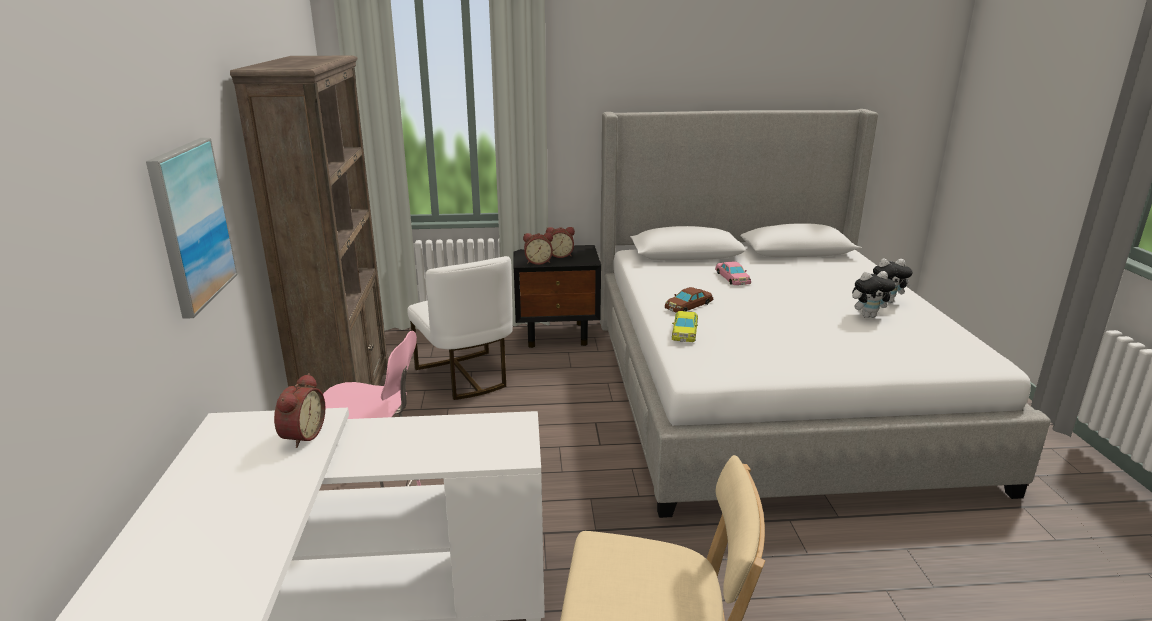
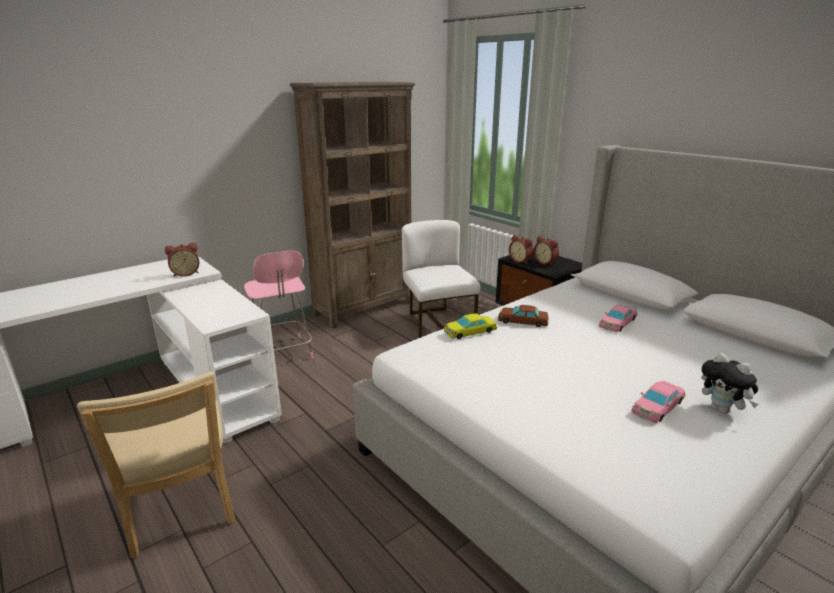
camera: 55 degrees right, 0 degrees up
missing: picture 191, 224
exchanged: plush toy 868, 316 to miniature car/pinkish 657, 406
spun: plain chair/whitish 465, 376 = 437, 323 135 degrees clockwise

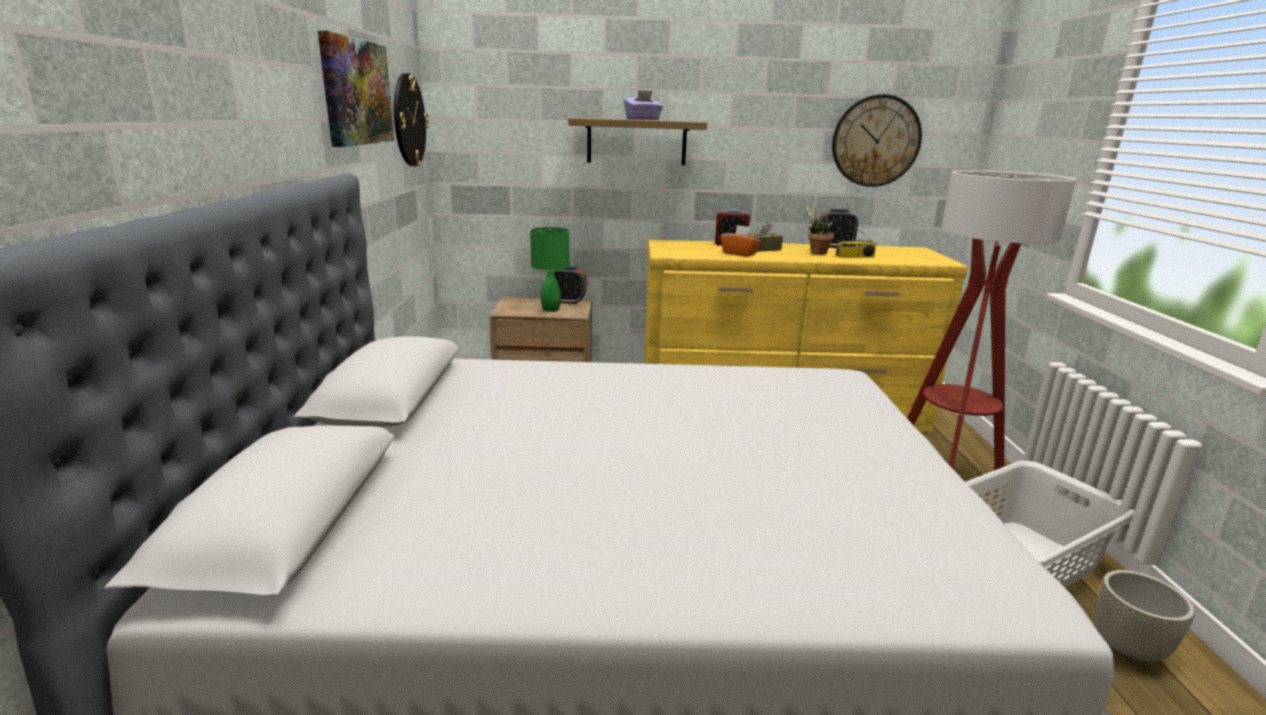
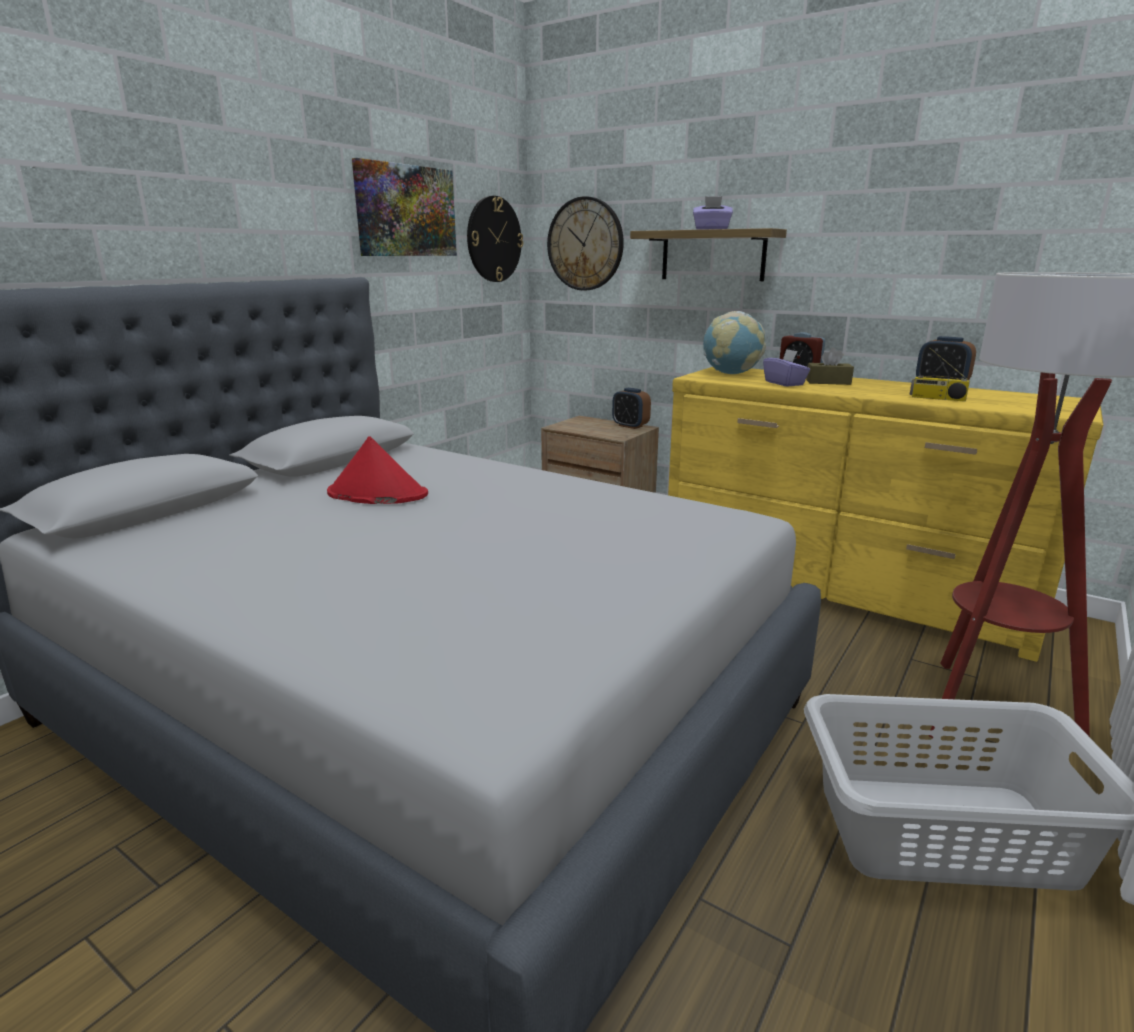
camera: 35 degrees right, 0 degrees up
missing: tabletop lamp/green 551, 309; plant in a pot 816, 252; flower pot/gray 1126, 648
appeared: clothing hat/red-coloured 377, 494; globe 731, 374
relocated: hanging clock 875, 141 to 585, 244
colour: tissue holder/orange-coloured 739, 253 to tissue holder/purplish 784, 383

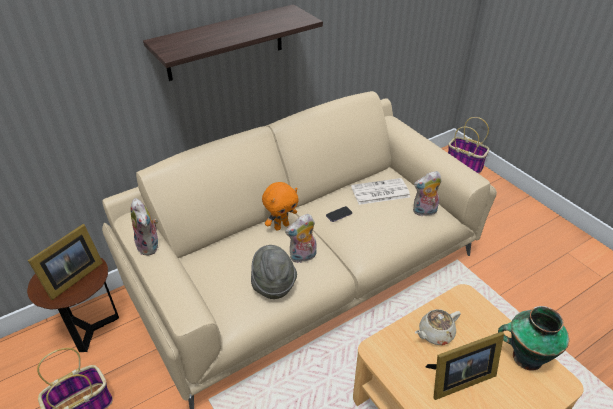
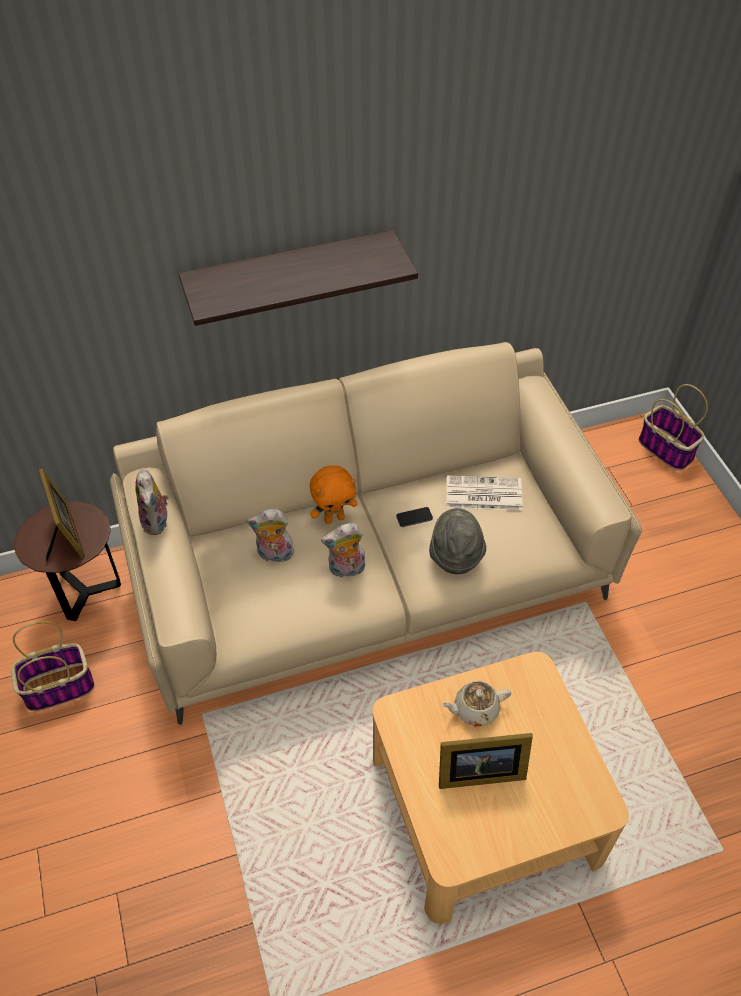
camera: 15 degrees right, 10 degrees up
missing: flower vase 525, 357
relocated: clothing hat/gray 273, 284 to 455, 555; plush toy 424, 212 to 274, 555
spun: photo frame 71, 278 = 65, 535 75 degrees counterclockwise

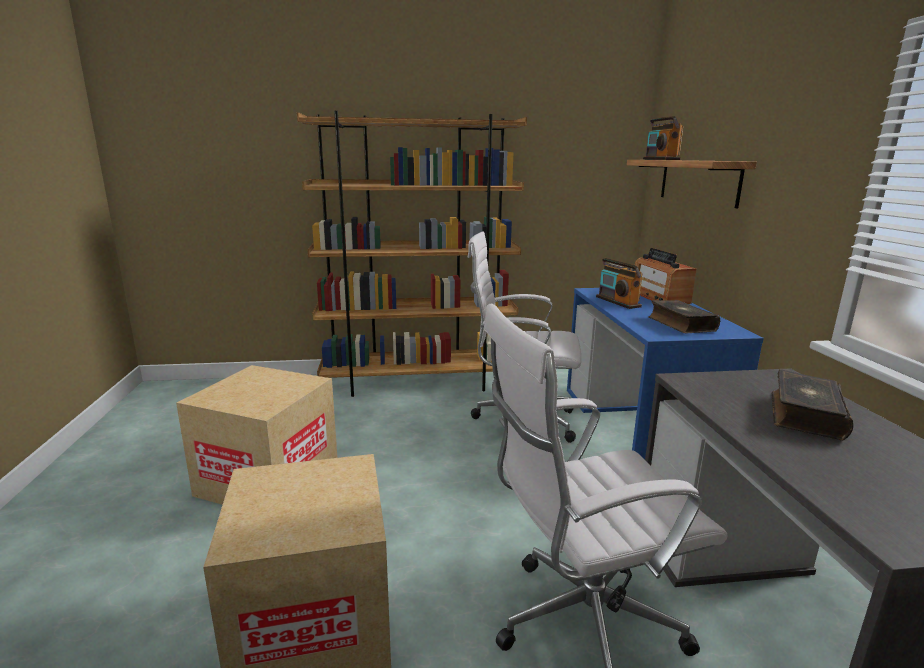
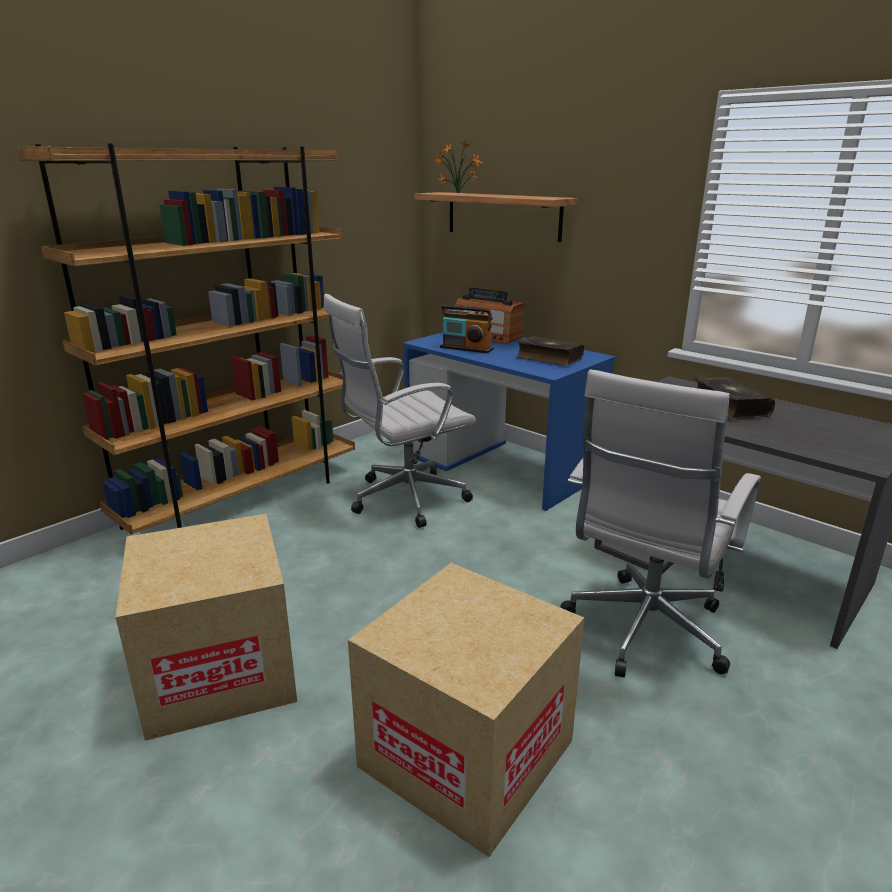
camera: 40 degrees left, 5 degrees up
exchanged: radio 660, 159 to plant in a pot 458, 194

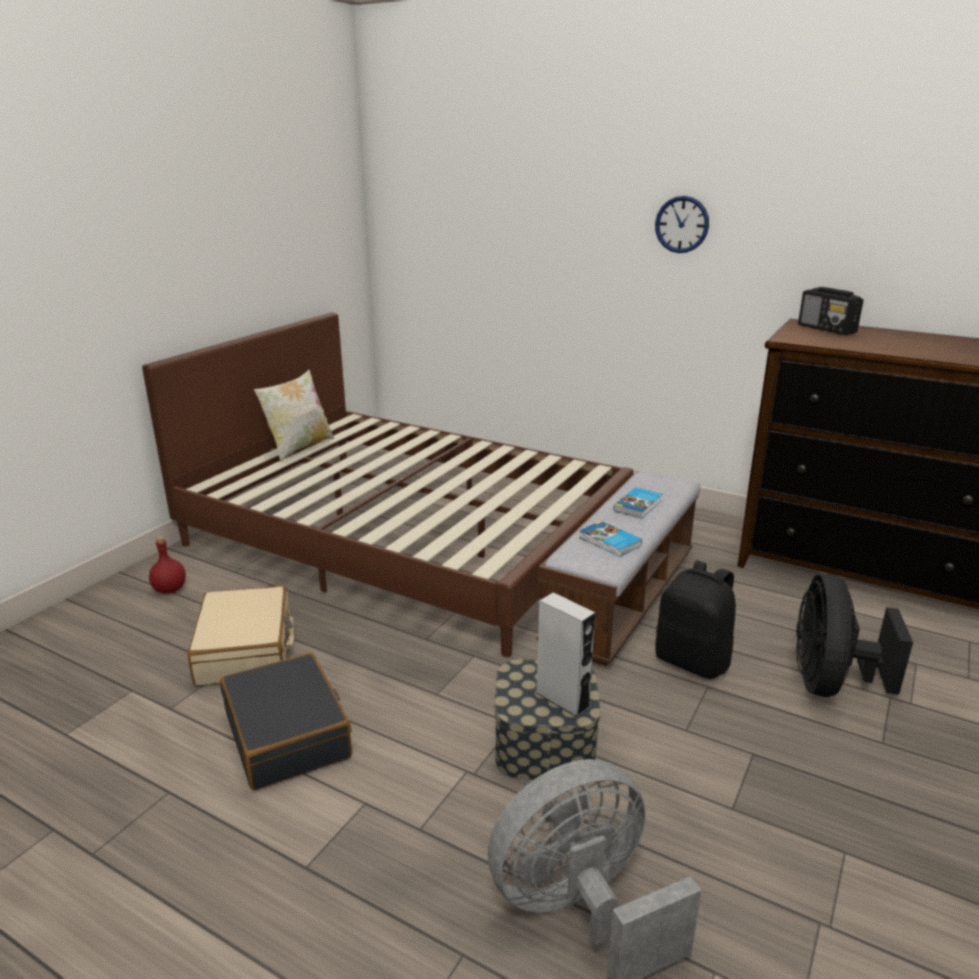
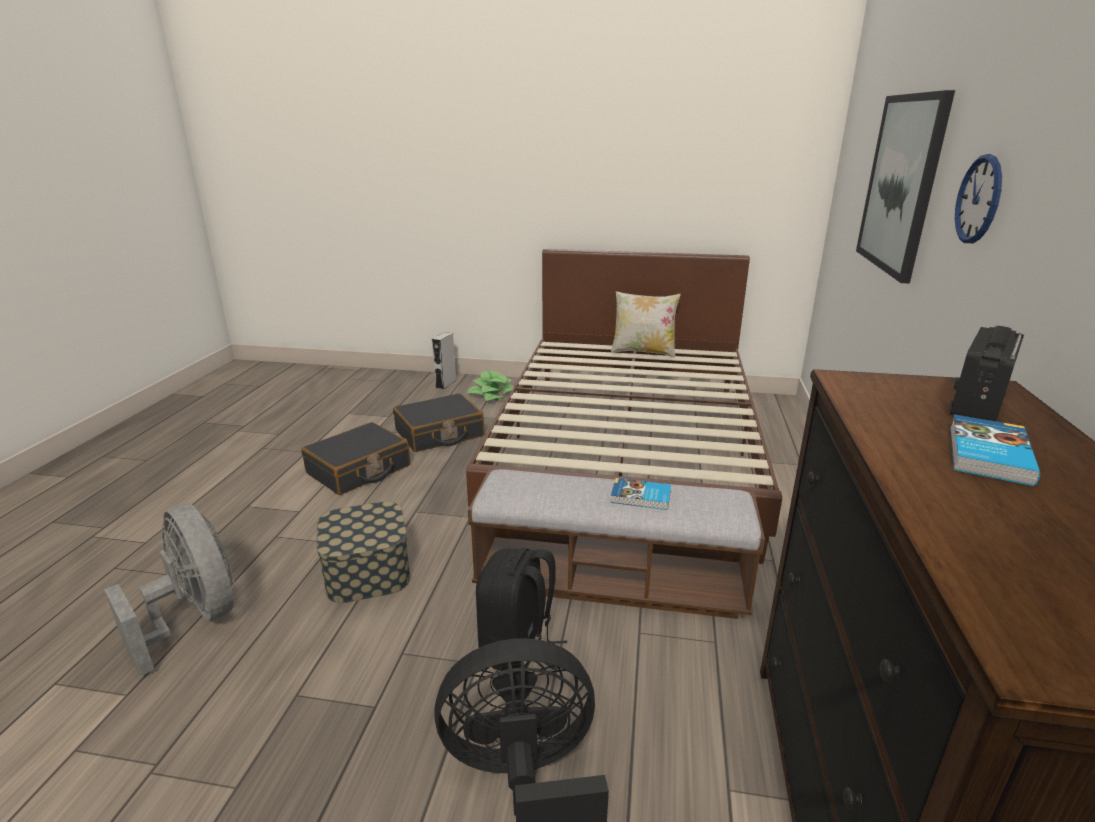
camera: 70 degrees right, 0 degrees up
appeared: picture 901, 184
relocated: loudspeaker/gray 562, 699 to 445, 384; volume 609, 542 to 986, 454
exchanged: drink bottle/red-coloured 170, 590 to plant in a pot 492, 394
colour: travel case/beige-coloured 246, 649 to travel case/black 439, 434

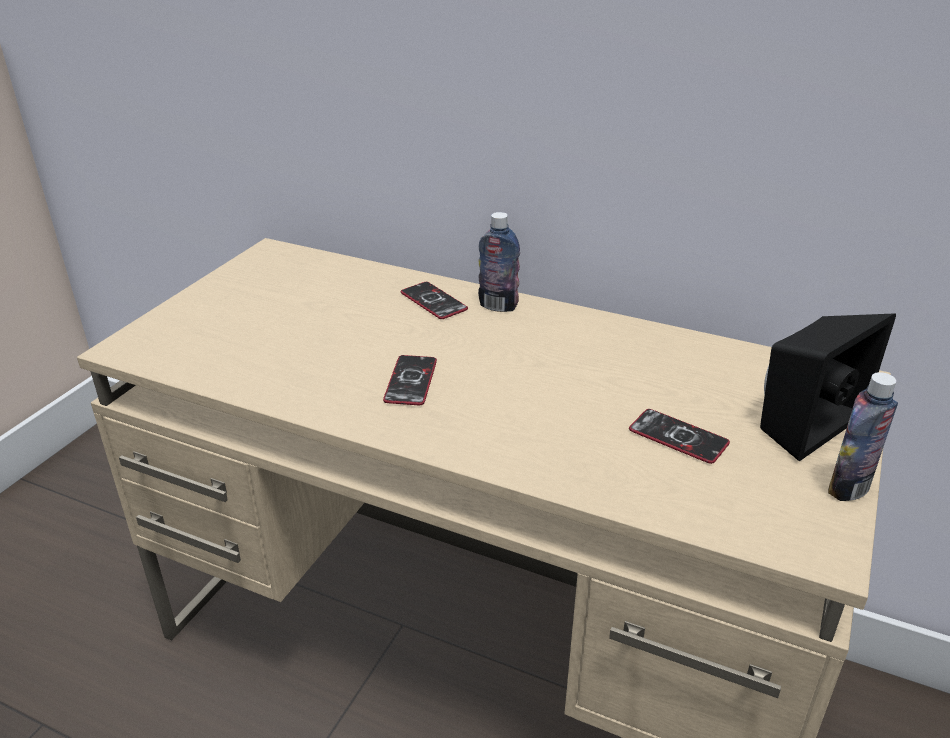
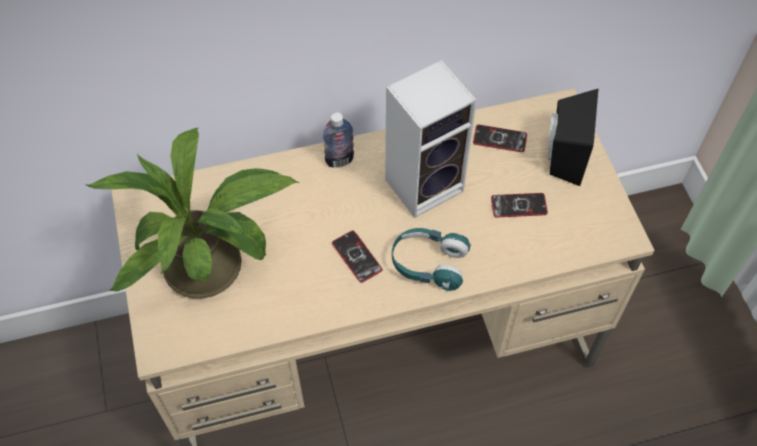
camera: 40 degrees left, 25 degrees up
missing: drink bottle 848, 488
appeared: plant in a pot 214, 268; loudspeaker 425, 183; headset/blue-green 428, 263
relocated: phone 433, 301 to 499, 139

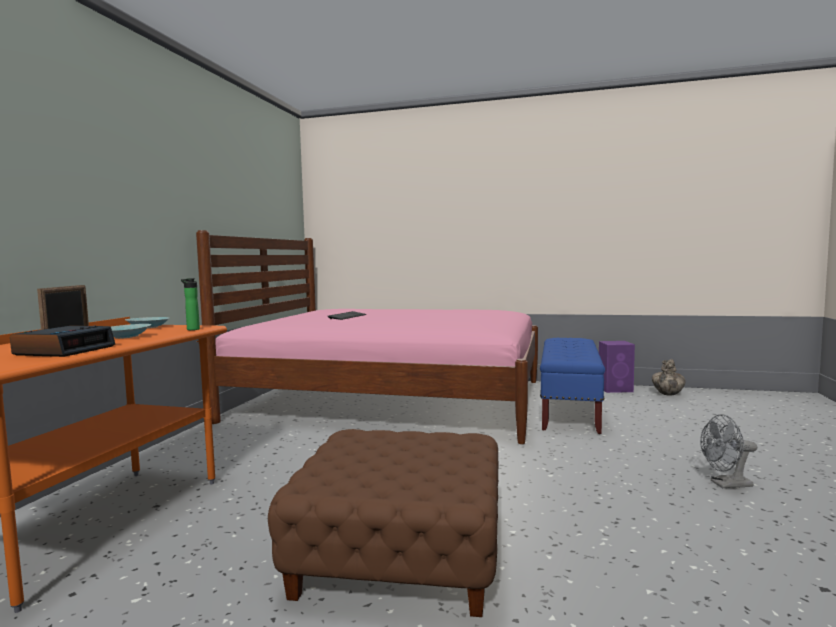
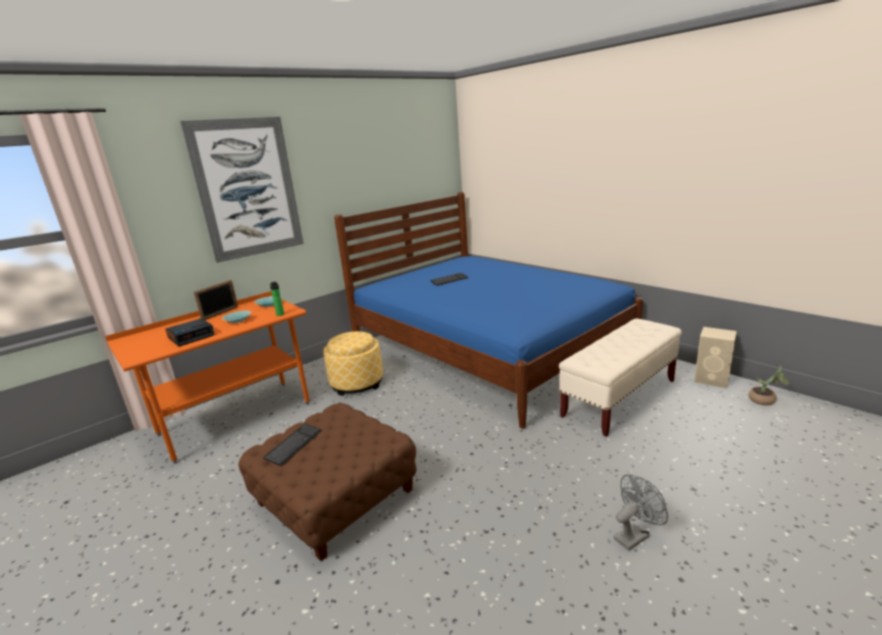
camera: 35 degrees right, 15 degrees up
appeared: picture 247, 189; computer keyboard 294, 445; footrest 357, 383
exchanged: flower vase 668, 394 to plant in a pot 765, 401
colour: sleeping bed/pinkish 392, 401 to sleeping bed/bluish 487, 350; long seat/bluish 569, 410 to long seat/beige-coloured 619, 398; loudspeaker/purplish 616, 389 to loudspeaker/beige-coloured 712, 380
spun: cooling fan/gray 726, 484 = 635, 535 120 degrees clockwise

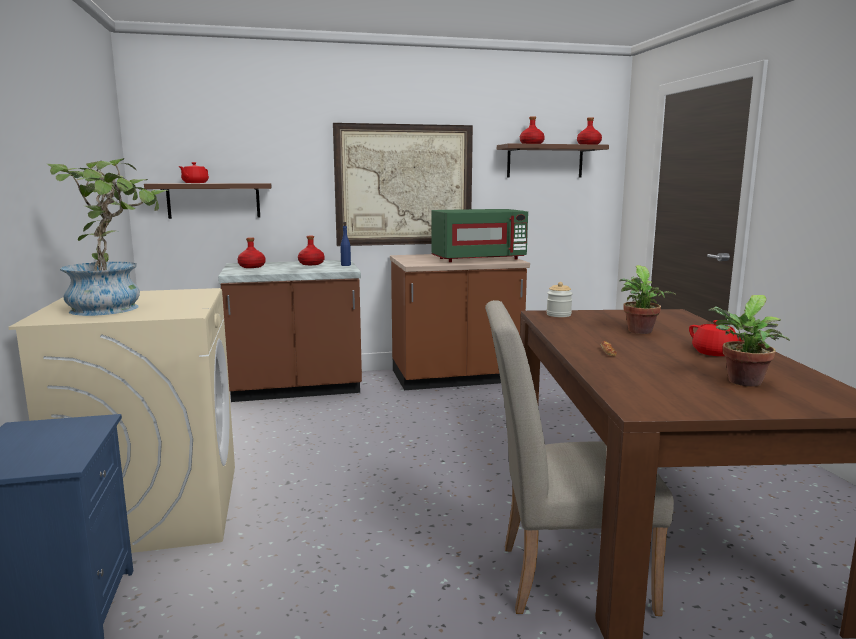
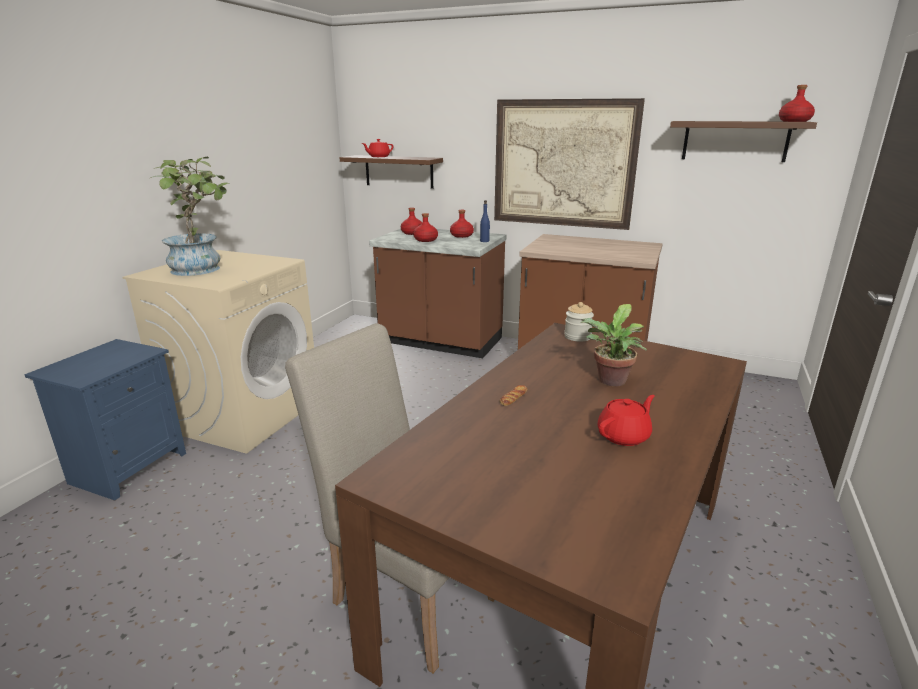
camera: 35 degrees right, 10 degrees up
missing: microwave oven/green 478, 259; plant in a pot 742, 382
relocated: drink bottle/red-coloured 532, 144 to 426, 240
spun: tea pot/red-coloured 715, 353 = 624, 436 135 degrees counterclockwise

